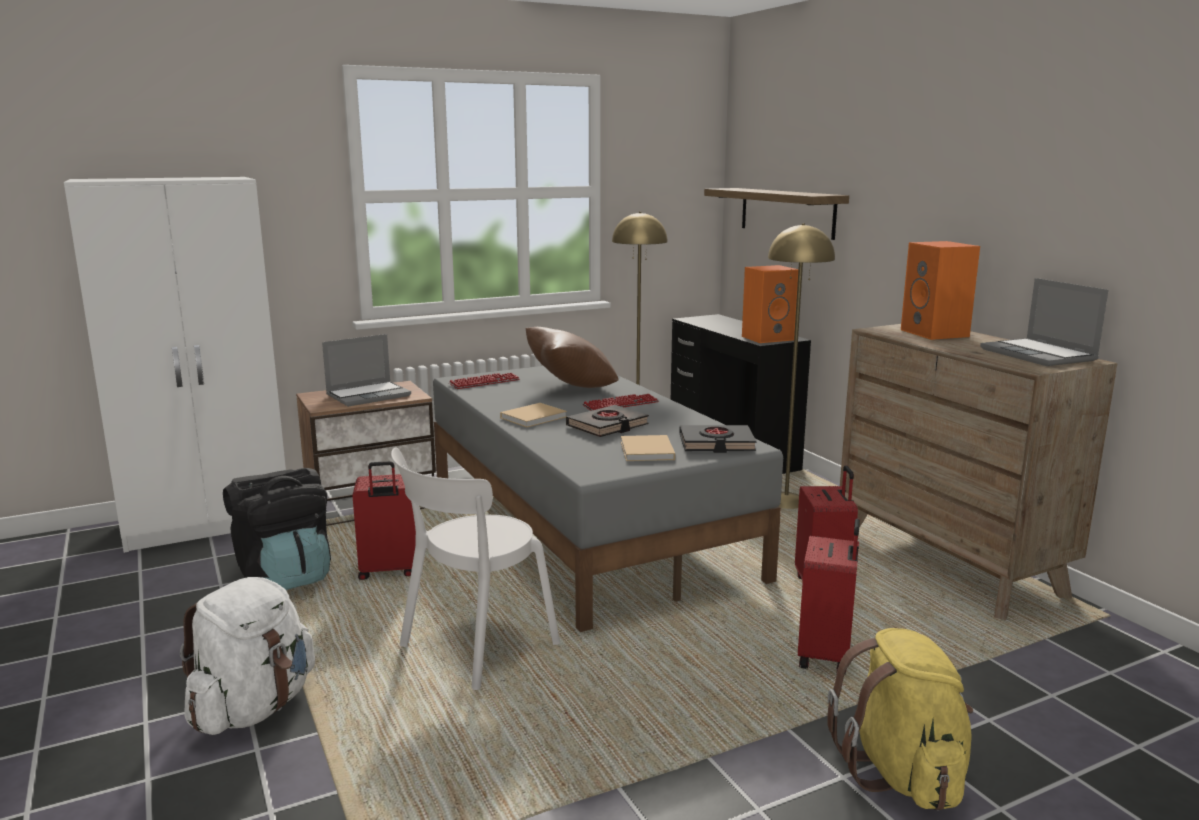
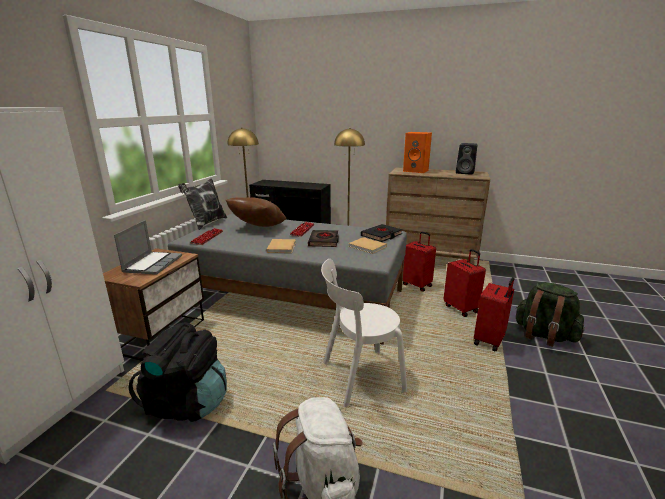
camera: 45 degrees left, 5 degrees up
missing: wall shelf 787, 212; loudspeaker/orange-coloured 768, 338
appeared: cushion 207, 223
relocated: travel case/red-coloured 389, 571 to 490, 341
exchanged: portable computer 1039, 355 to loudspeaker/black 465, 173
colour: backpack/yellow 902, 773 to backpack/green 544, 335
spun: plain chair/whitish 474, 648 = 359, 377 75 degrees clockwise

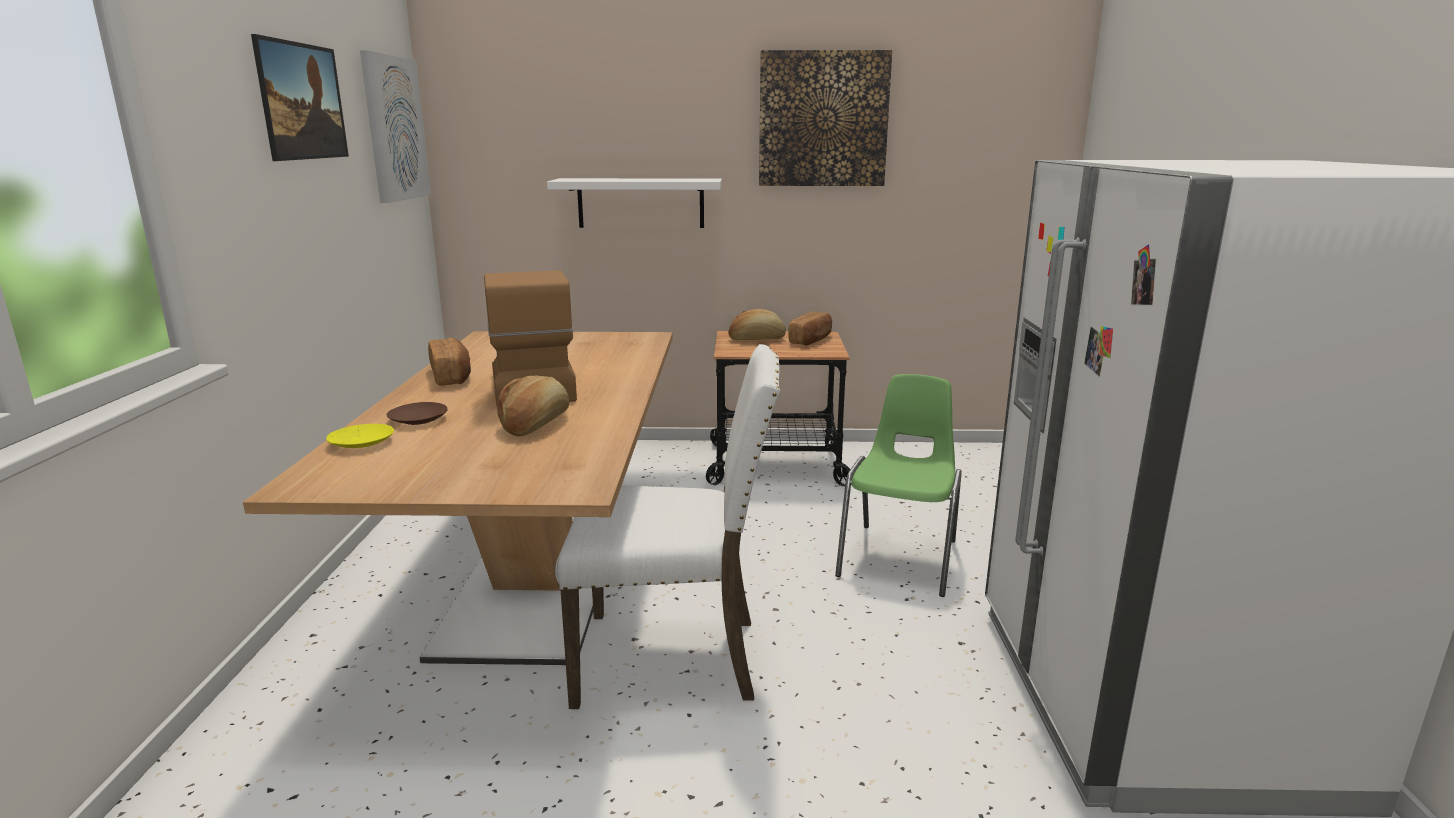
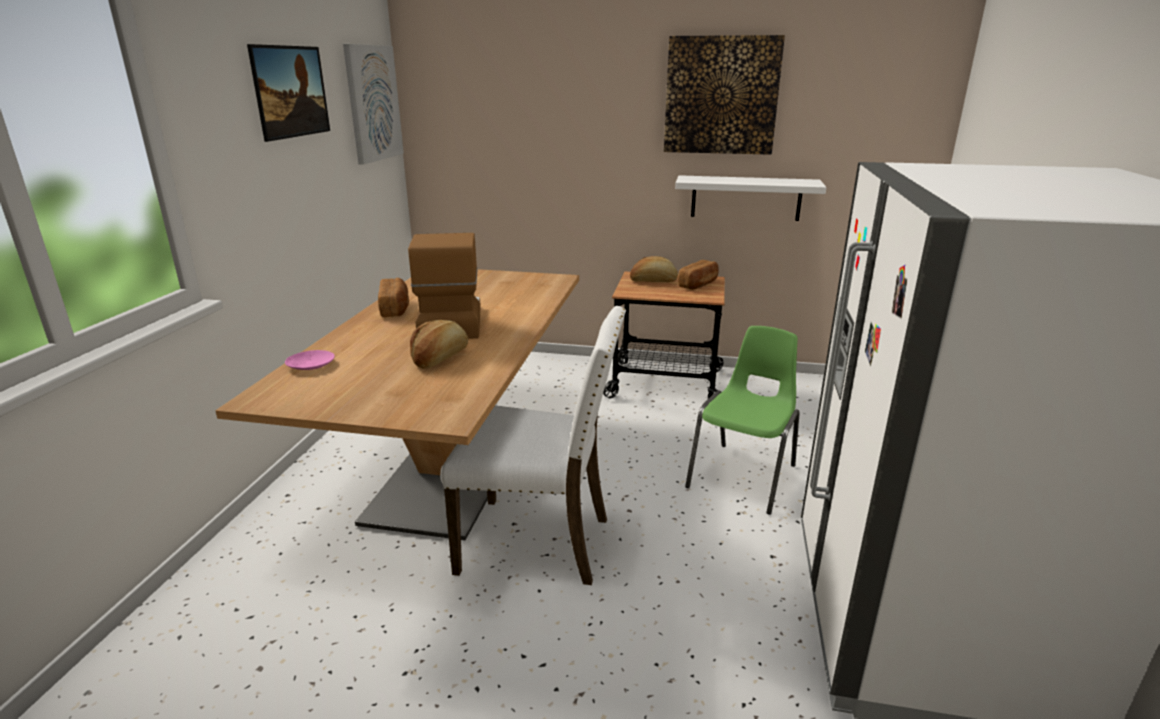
camera: 10 degrees right, 5 degrees up
missing: plate/brown 419, 420
relocated: wall shelf/whitish 641, 203 to 746, 198
colour: plate/yellow 361, 443 to plate/pinkish 310, 365

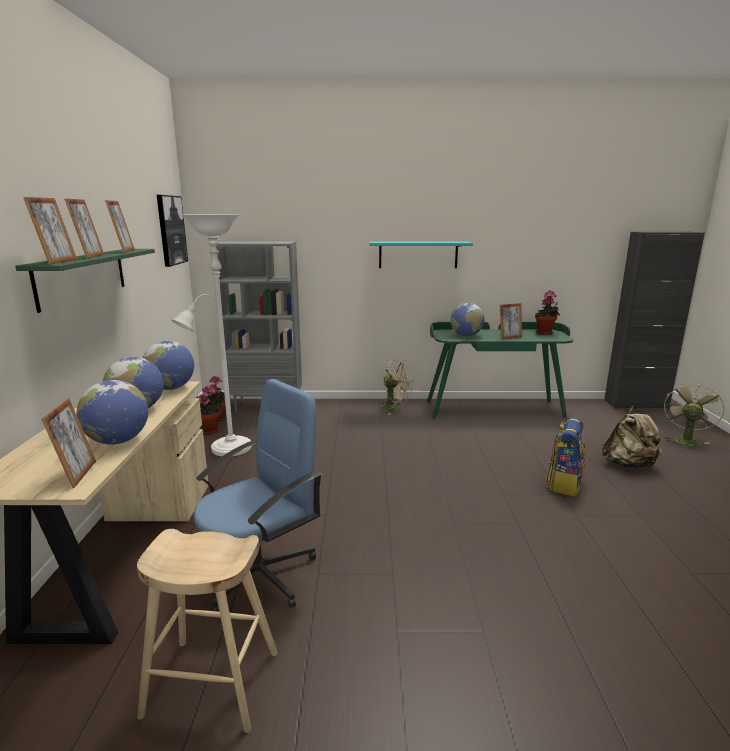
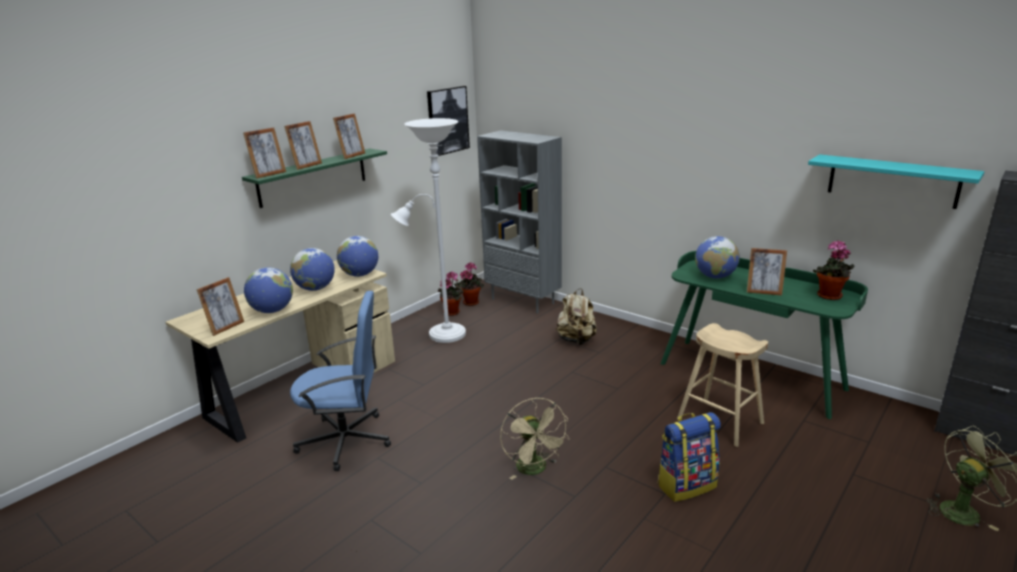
camera: 40 degrees right, 5 degrees up
relocated: sitting stool/beige-coloured 212, 683 to 720, 421; wall shelf/blue-green 418, 254 to 892, 181; cooling fan/beige-coloured 395, 408 to 535, 470; backpack/beige-coloured 629, 464 to 576, 340

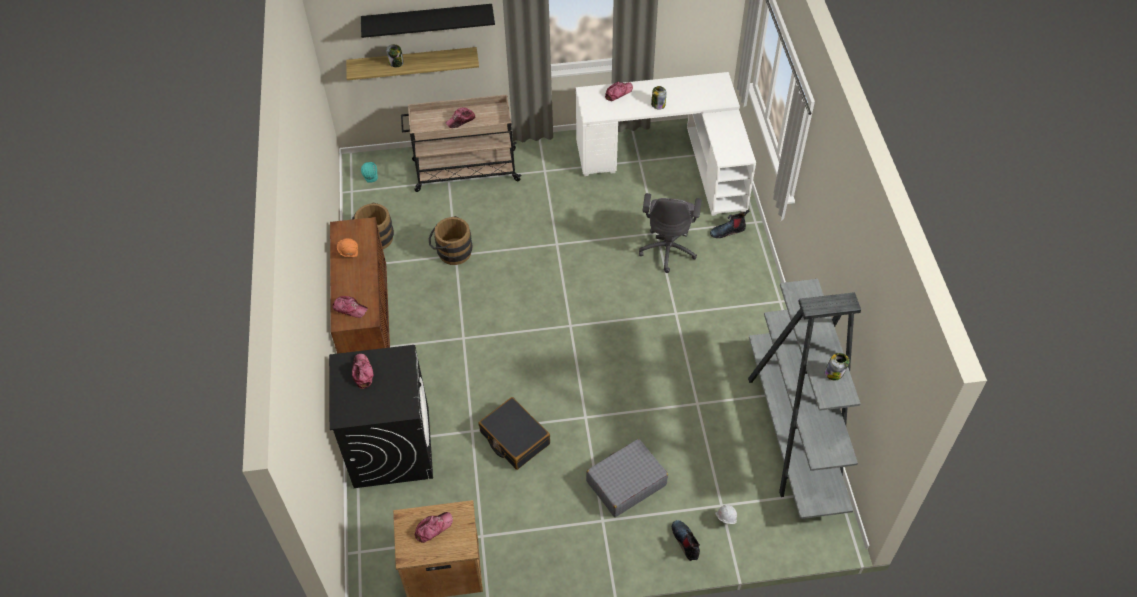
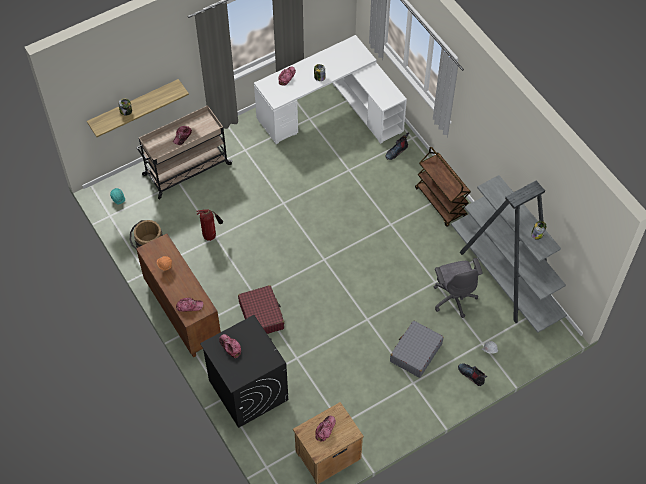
camera: 25 degrees left, 5 degrees up
missing: wall shelf/black 428, 20; travel case/black 514, 438
appeared: travel case/red-coloured 261, 315; cart/brown 441, 202
relocated: office chair/gray 668, 249 to 454, 298
exchanged: water bucket/brown 451, 252 to extinguisher 211, 236

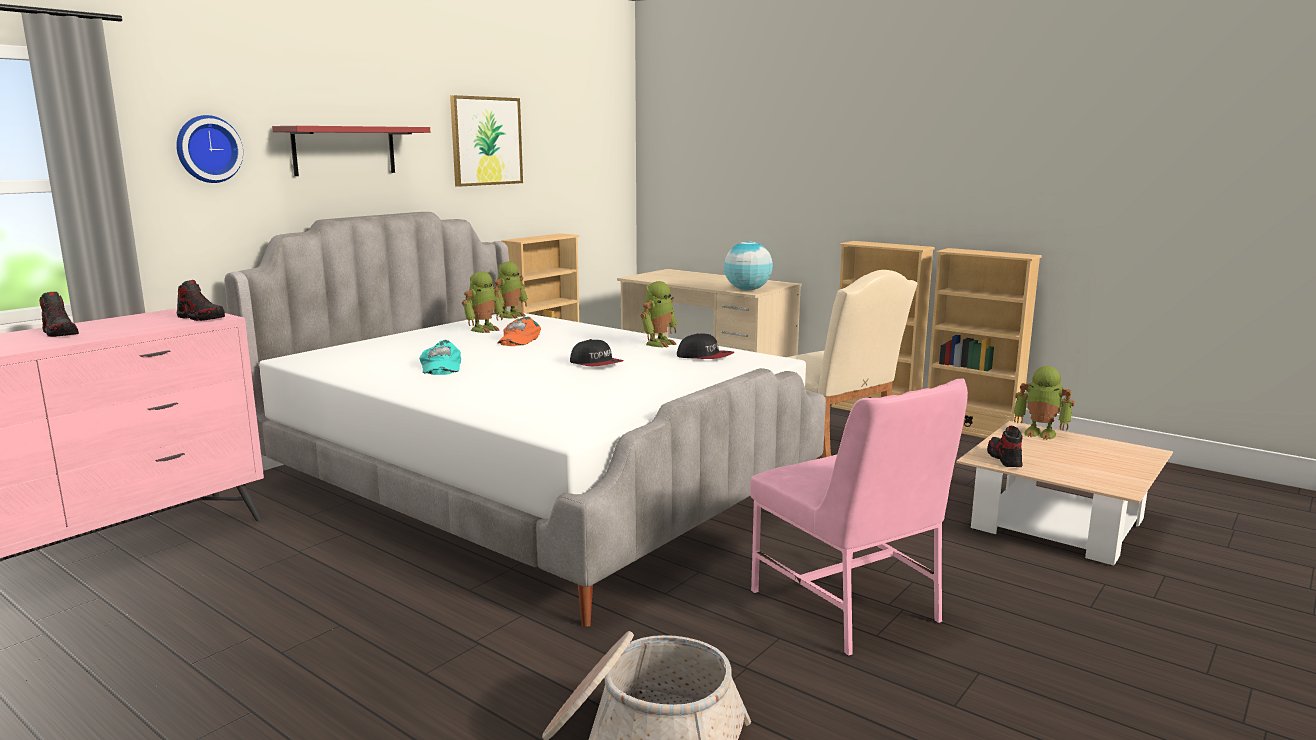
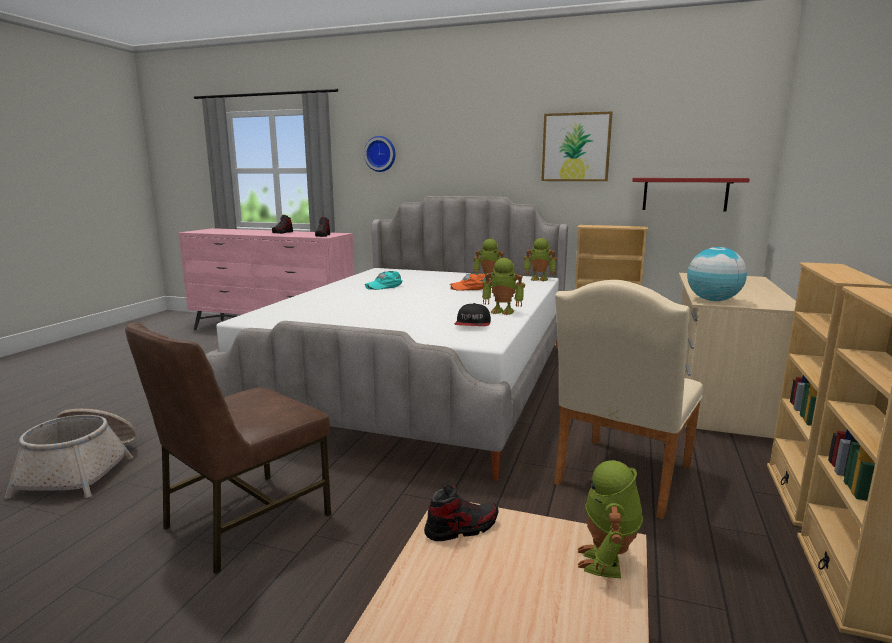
camera: 70 degrees right, 0 degrees up
missing: baseball cap 596, 364
relocated: wall shelf/red-coloured 344, 150 to 685, 194
colour: plain chair/pinkish 847, 607 to plain chair/brown 244, 521

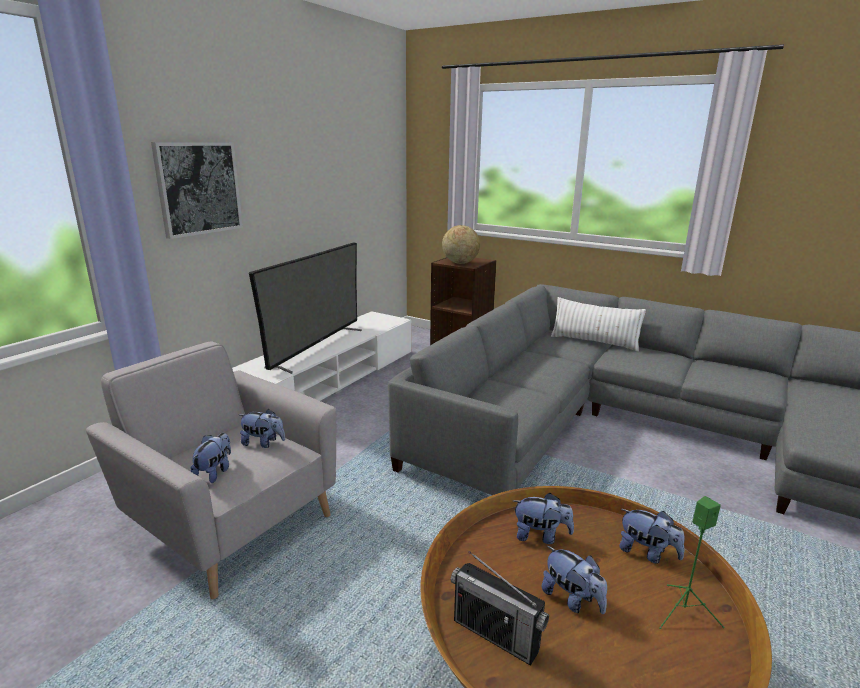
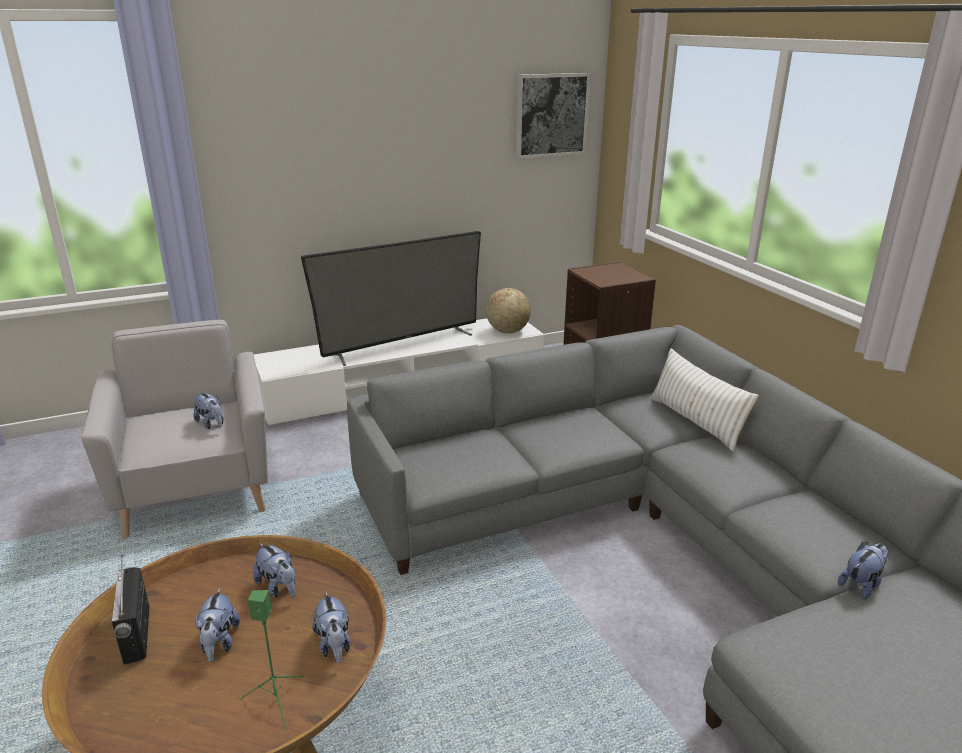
camera: 35 degrees right, 5 degrees up
relocated: picture 198, 188 to 551, 115; plush toy 214, 472 to 861, 584; globe 460, 263 to 507, 331

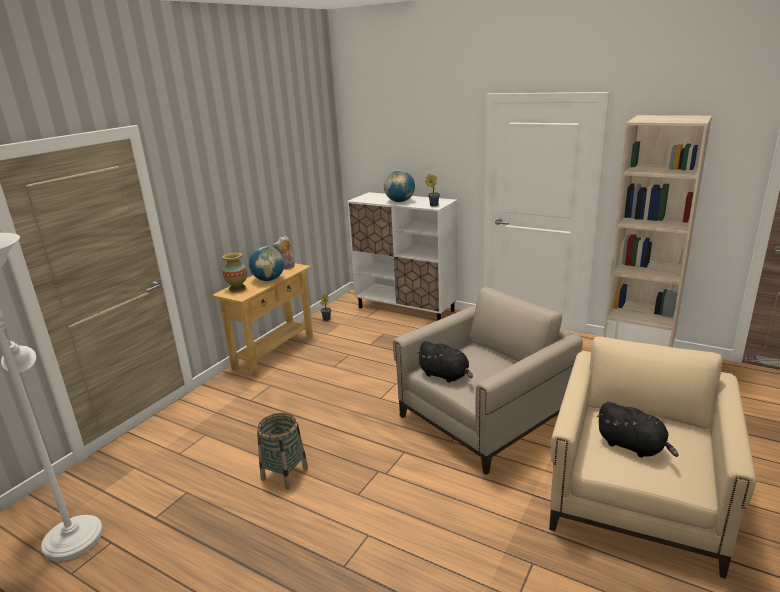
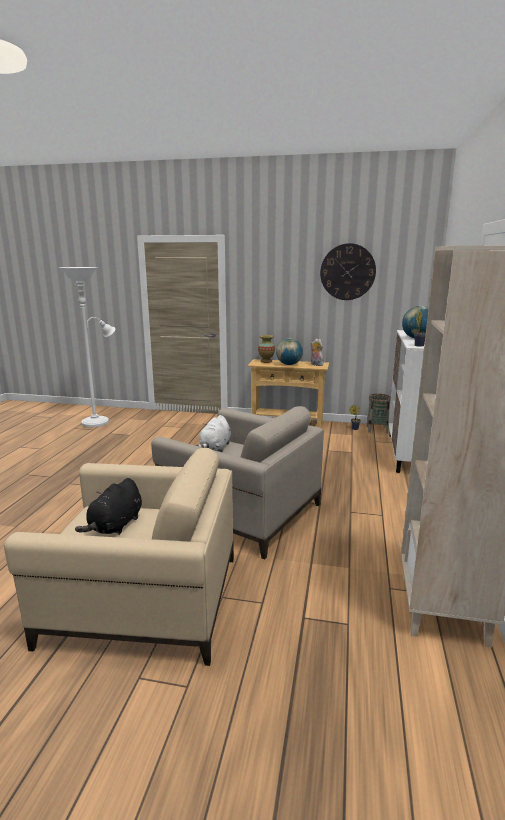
camera: 70 degrees right, 5 degrees down
appeared: hanging clock 347, 272
relocated: storage basket 284, 474 to 377, 429
colour: plush toy/black 445, 375 to plush toy/whitish 215, 448

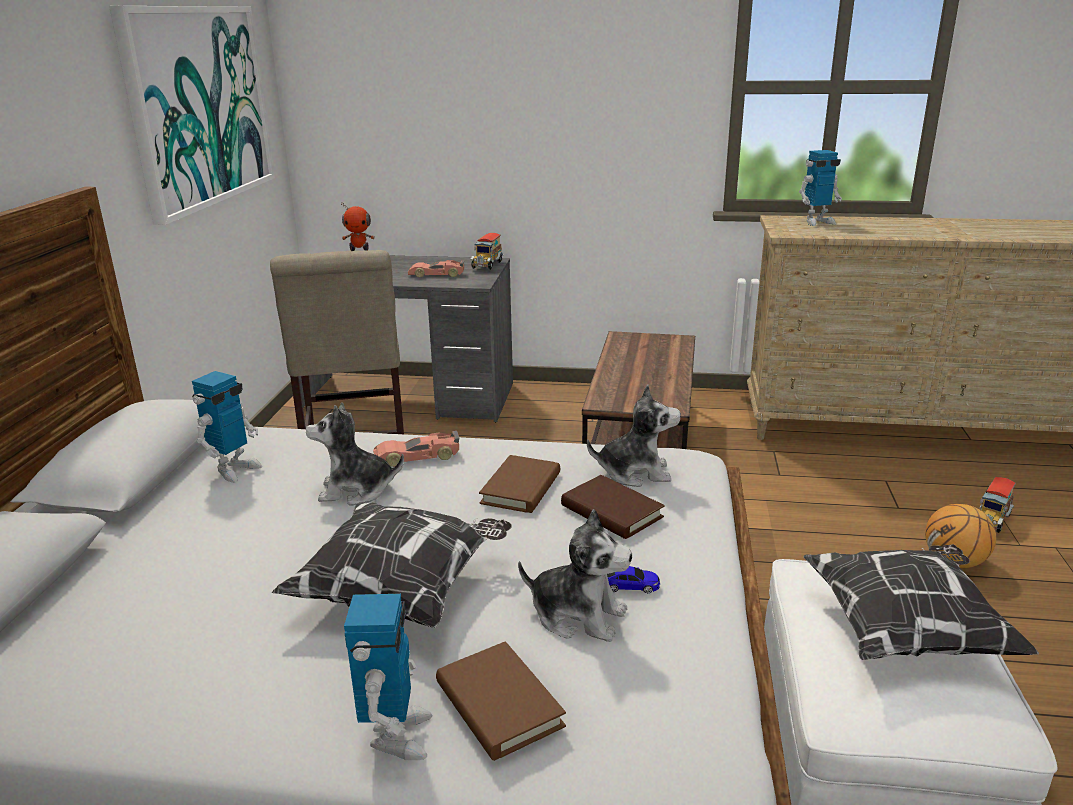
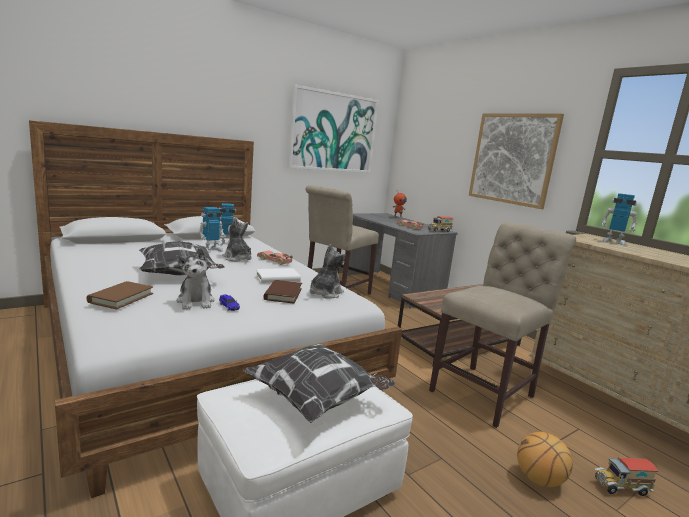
camera: 45 degrees right, 10 degrees down
appeared: plain chair/beige-coloured 486, 392; picture 512, 159
relocated: toy robot 396, 736 to 211, 250
colour: volume/brown 521, 488 to volume/whitish 277, 278
spun: plush toy 635, 472 = 325, 293 105 degrees counterclockwise

